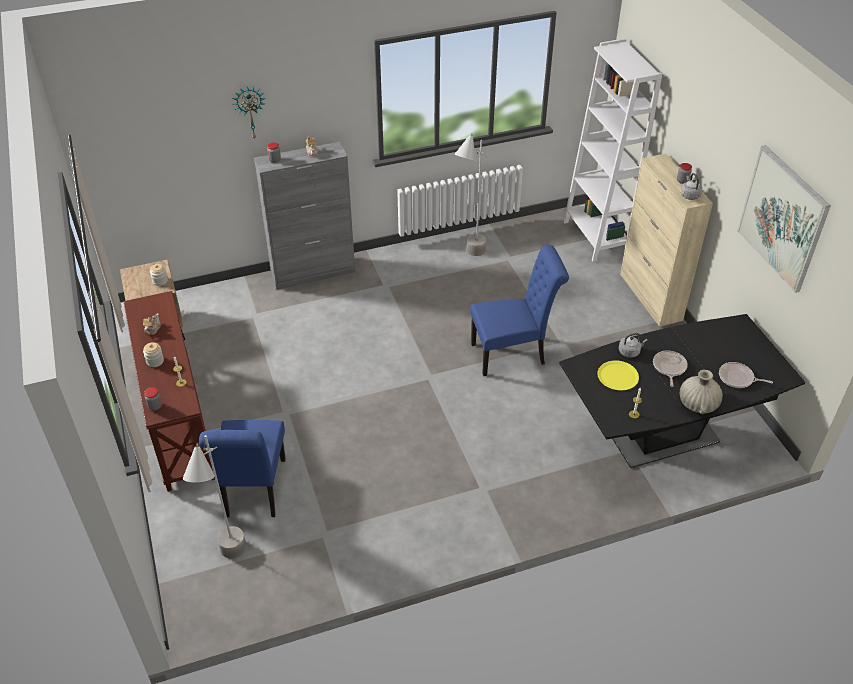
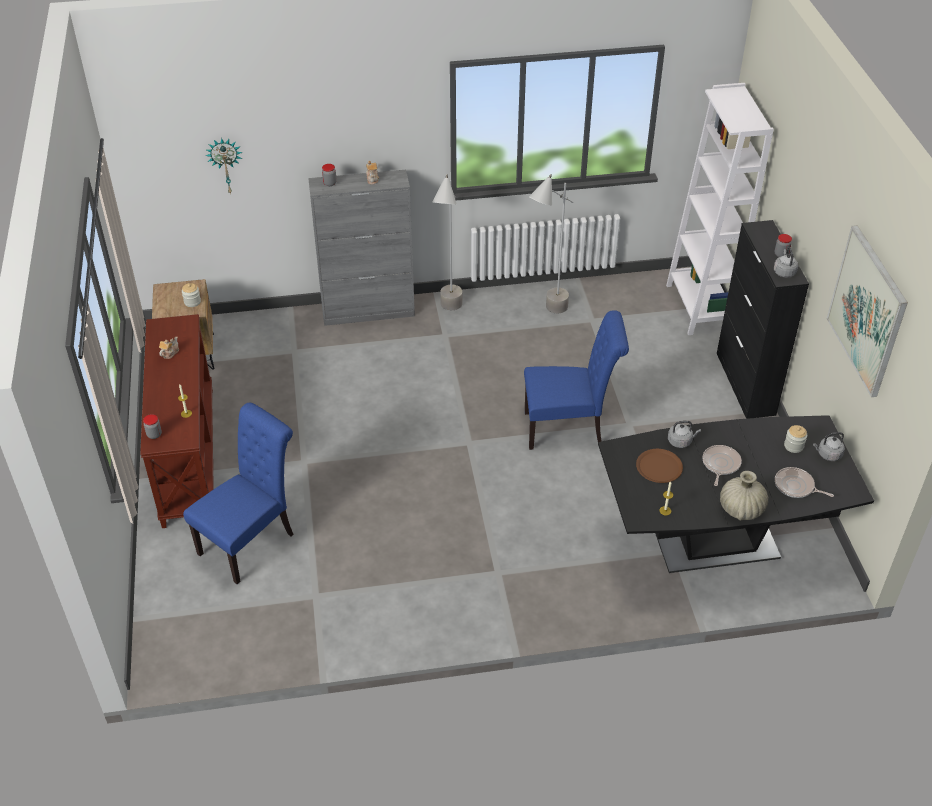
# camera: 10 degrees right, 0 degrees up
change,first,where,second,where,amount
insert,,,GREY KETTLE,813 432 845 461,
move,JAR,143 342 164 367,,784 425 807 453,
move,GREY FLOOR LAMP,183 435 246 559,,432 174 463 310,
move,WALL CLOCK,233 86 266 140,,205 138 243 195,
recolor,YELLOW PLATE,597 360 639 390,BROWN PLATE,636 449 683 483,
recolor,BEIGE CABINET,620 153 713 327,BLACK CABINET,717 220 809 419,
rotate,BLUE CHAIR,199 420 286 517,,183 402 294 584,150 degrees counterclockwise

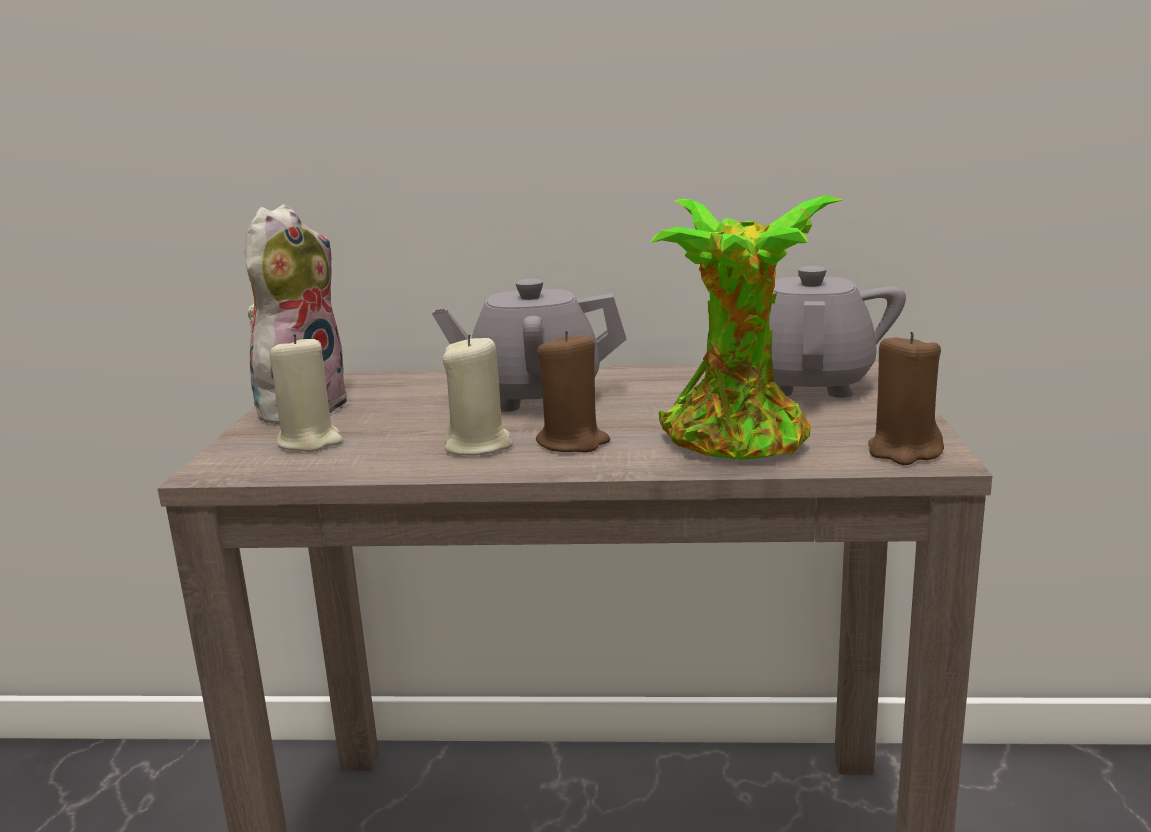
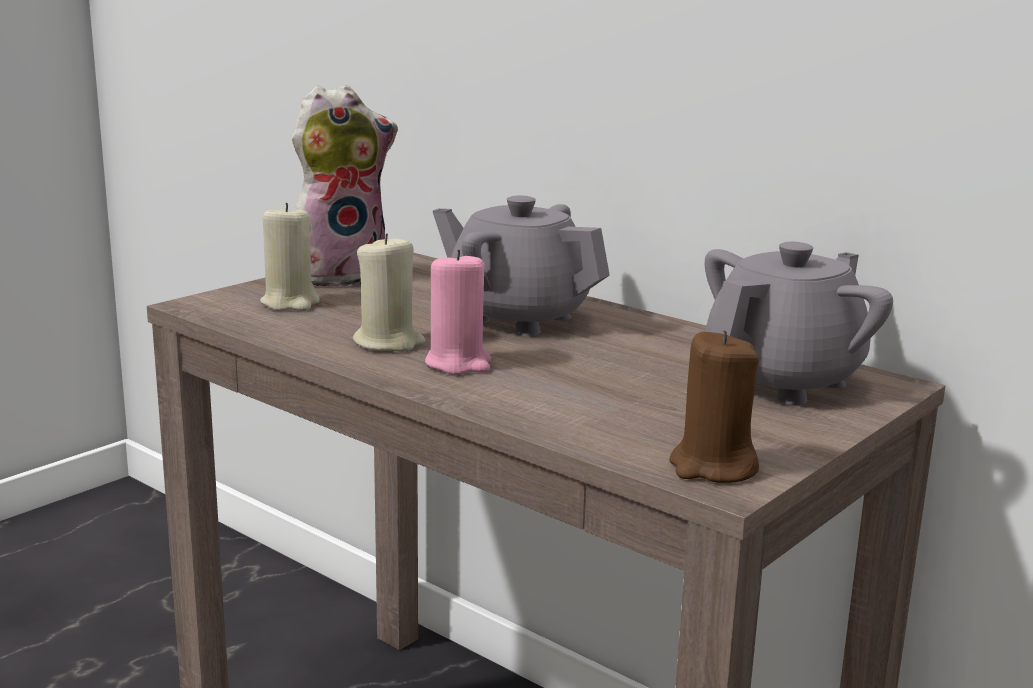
# camera: 35 degrees right, 0 degrees up
change,first,where,second,where,amount
delete,POTTED PLANT,650 195 843 460,,,
recolor,BROWN CANDLE,536 331 610 452,PINK CANDLE,425 249 491 375,

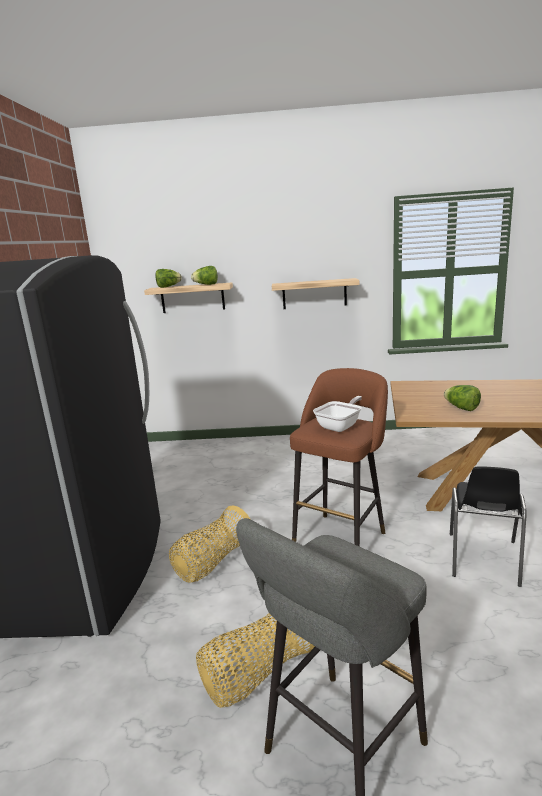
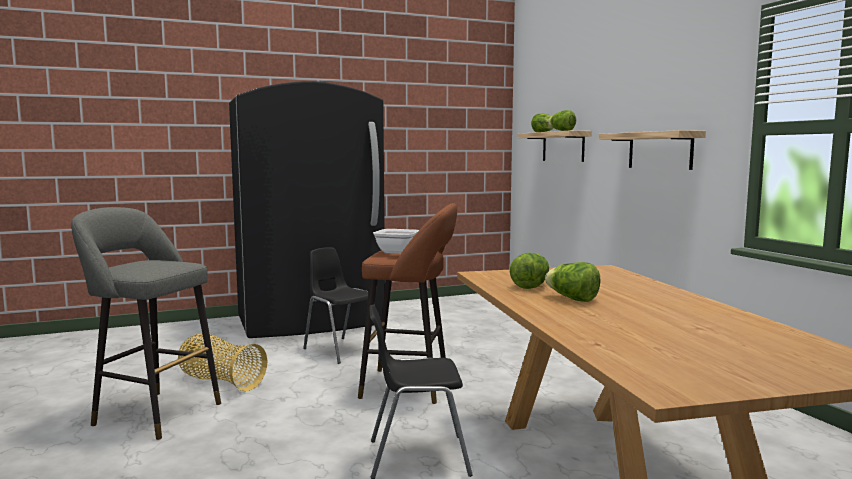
# camera: 65 degrees right, 10 degrees down
change,first,where,second,where,amount
insert,,,LETTUCE,545 262 601 302,
replace,BASKET,169 505 250 583,BLACK CHAIR,303 247 378 364,

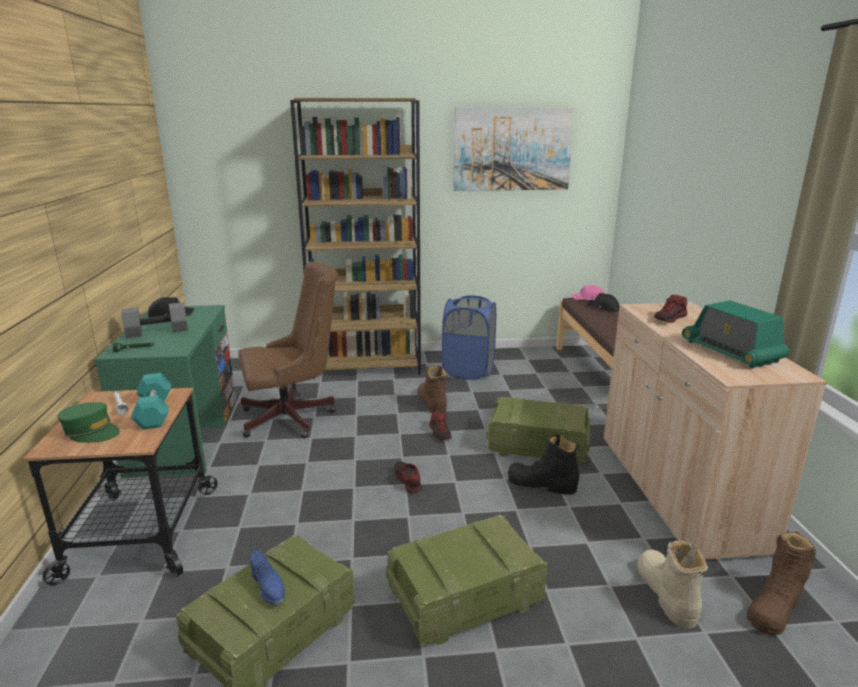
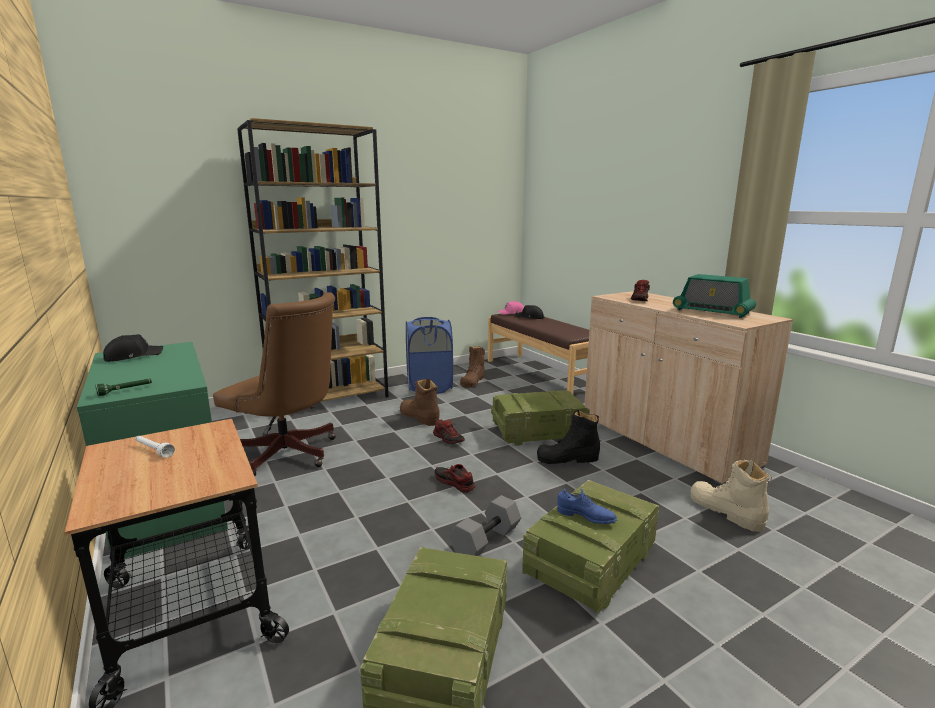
# camera: 25 degrees left, 5 degrees down
change,first,where,second,where,amount
delete,GREEN CAP,58 402 120 443,,,
delete,TURQUOISE DUMBBELL,131 373 171 430,,,
delete,PICTURE,453 107 575 191,,,
move,GREY DUMBBELL,122 302 188 338,,450 495 521 556,
move,BLUE SHOE,250 549 285 605,,557 488 618 524,
move,BROWN BOOT,747 531 816 635,,460 346 485 387,
rotate,BROWN OFFICE CHAIR,238 262 338 439,,213 292 336 476,75 degrees clockwise

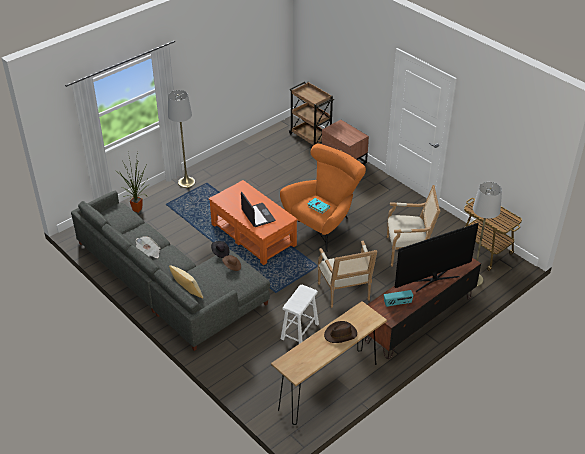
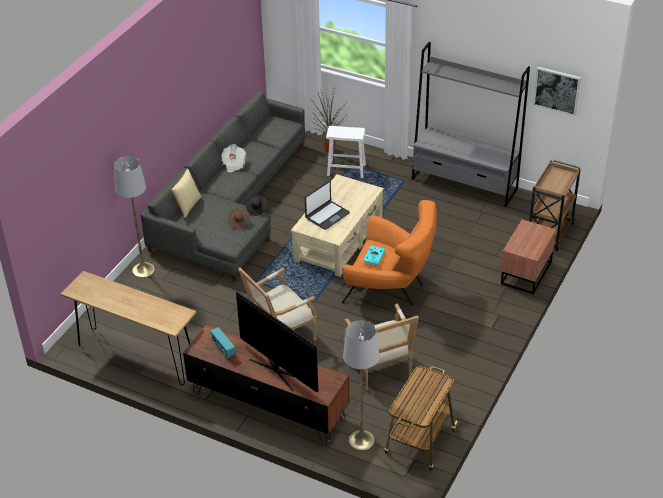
# camera: 70 degrees right, 0 degrees up
change,first,where,second,where,amount
delete,BROWN HAT,324 321 357 343,,,
insert,,,GREY BOOKCASE,412 42 530 207,
insert,,,PICTURE,533 67 581 116,
move,GREY FLOOR LAMP,168 90 195 188,,114 156 155 278,
move,WHITE STOOL,281 285 319 344,,326 126 366 178,
recolor,ORANGE COFFEE TABLE,209 180 298 265,BEIGE COFFEE TABLE,291 174 384 277,

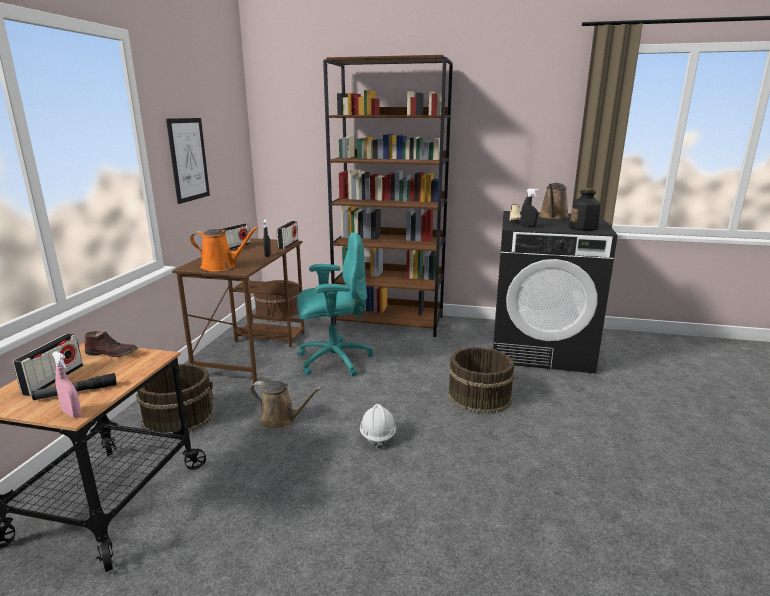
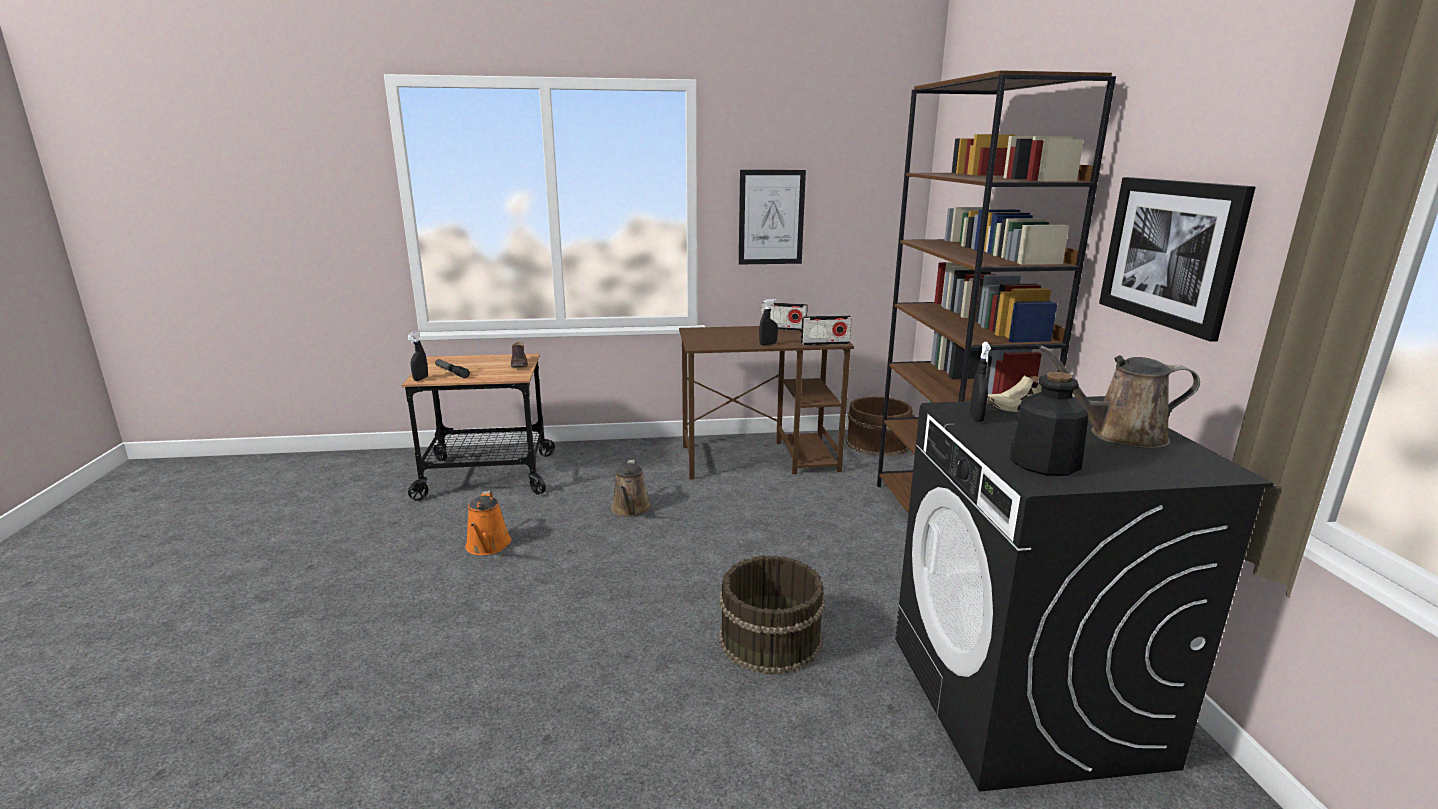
# camera: 70 degrees right, 0 degrees up
change,first,where,second,where,amount
delete,RADIO,13 334 83 396,,,
delete,BROWN BUCKET,136 364 215 433,,,
delete,TURQUOISE OFFICE CHAIR,297 232 373 376,,,
delete,WHITE HARD HAT,360 404 396 449,,,
insert,,,PICTURE,1099 177 1256 342,
move,ORANGE WATERING CAN,190 227 259 271,,465 490 511 555,
recolor,PINK SPRAY BOTTLE,52 351 81 417,BLACK SPRAY BOTTLE,409 331 428 381,

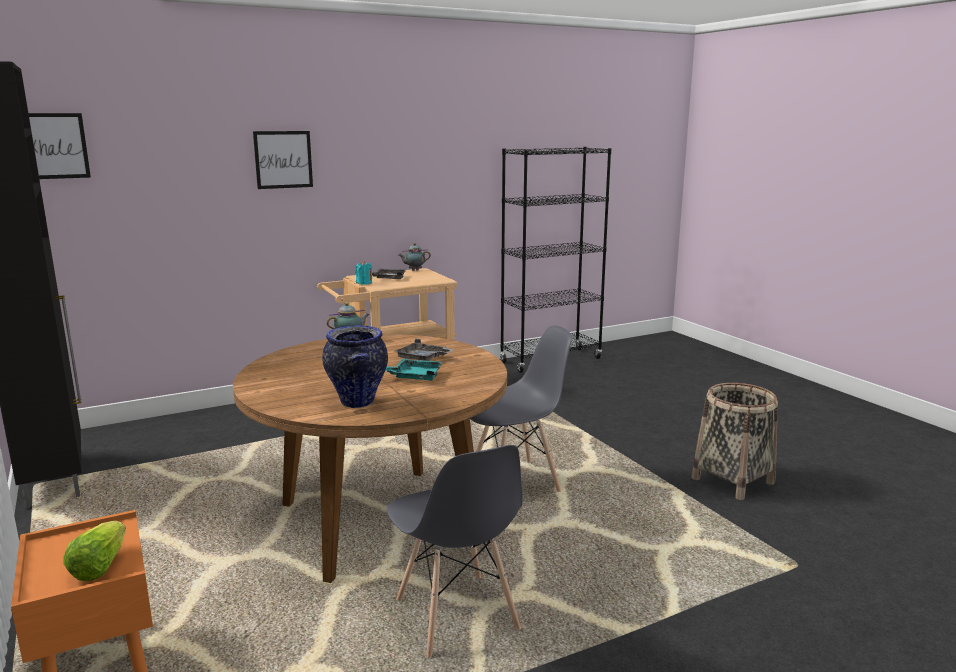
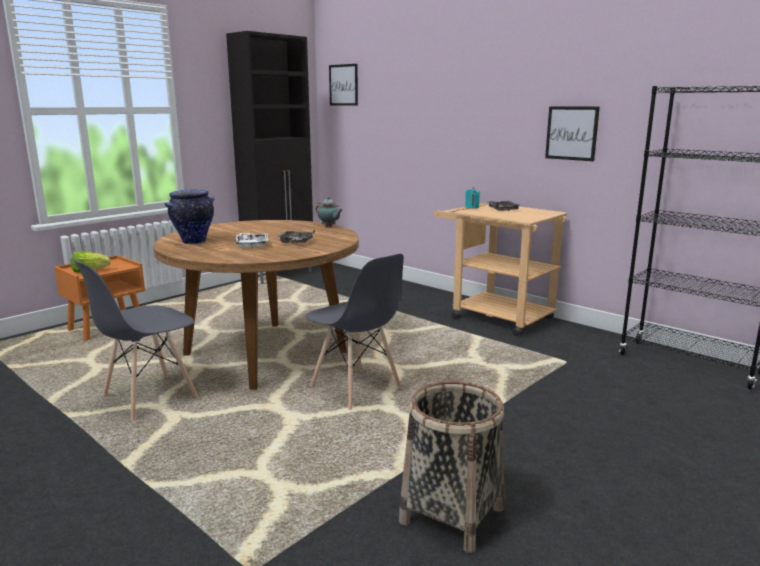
# camera: 70 degrees right, 0 degrees up
change,first,where,second,where,amount
delete,TEAPOT,398 243 431 271,,,
move,PICTURE,253 131 313 189,,545 106 600 161,
recolor,TURQUOISE TRAY,385 359 443 381,WHITE TRAY,235 233 268 248,

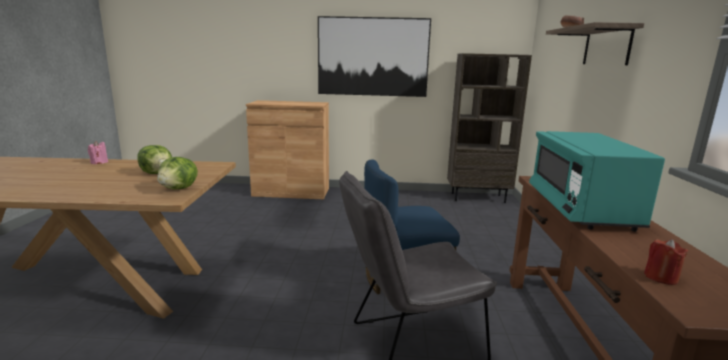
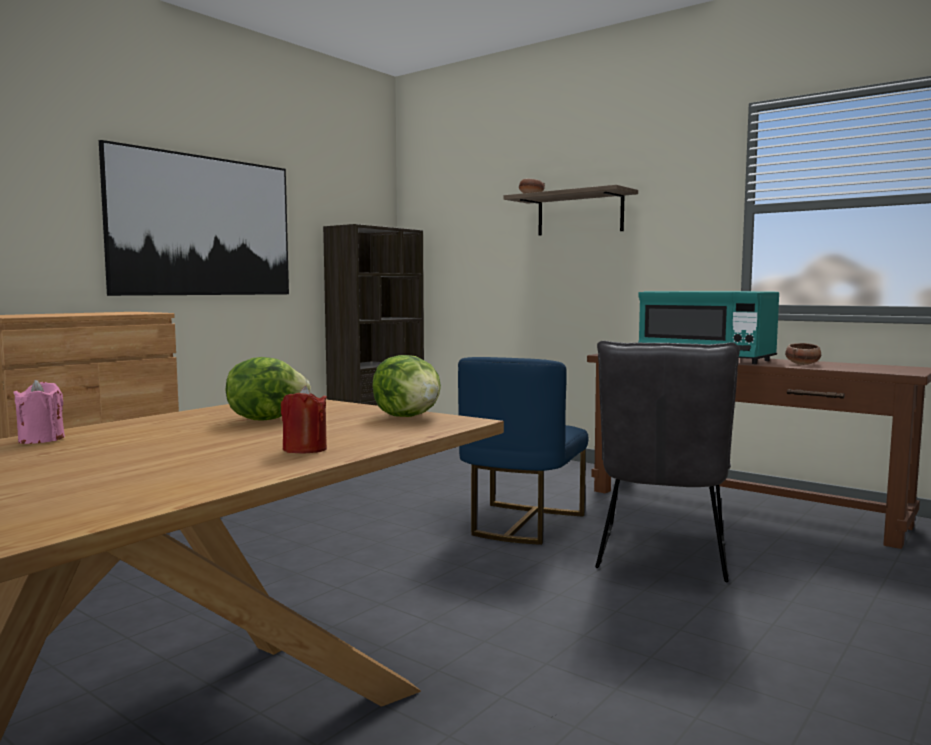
# camera: 55 degrees left, 10 degrees down
change,first,where,second,where,amount
insert,,,BOWL,785 343 821 365,
move,RED CANDLE,644 239 688 285,,281 386 327 454,

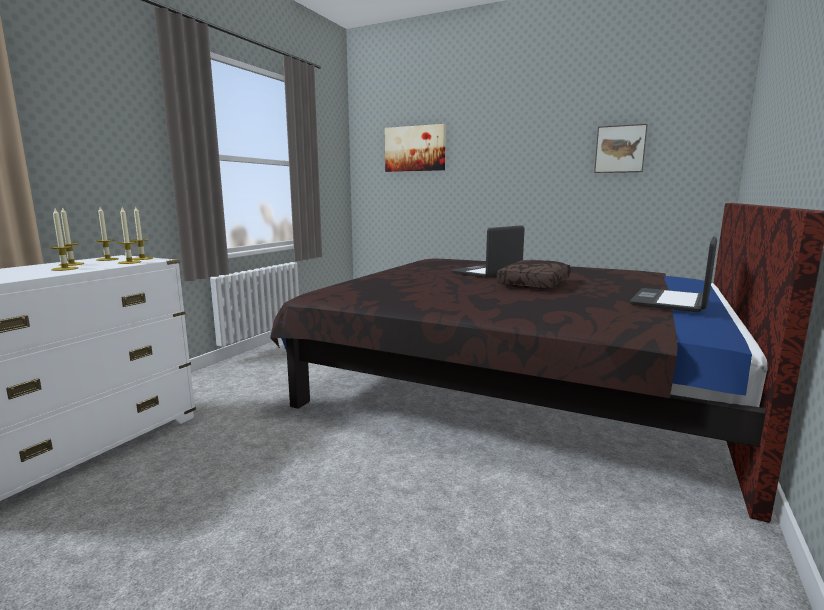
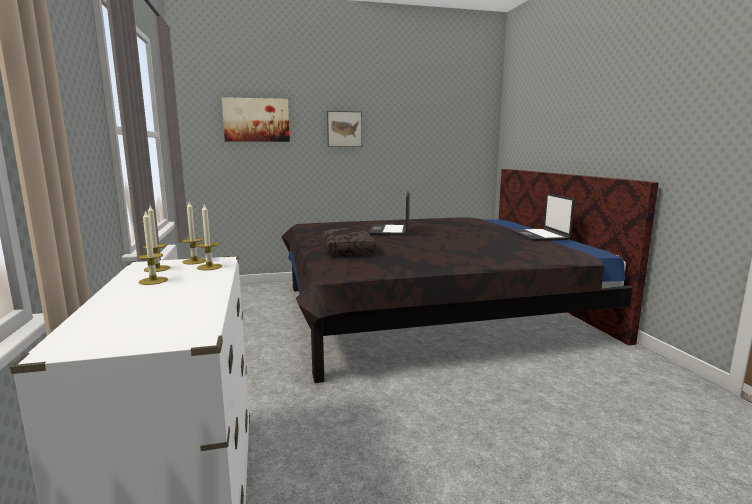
# camera: 40 degrees left, 0 degrees up
change,first,where,second,where,amount
delete,CANDLE,50 209 78 271,,,
move,BROWN PILLOW,497 260 571 289,,323 228 376 256,
move,PICTURE,594 124 648 173,,327 111 362 147,

